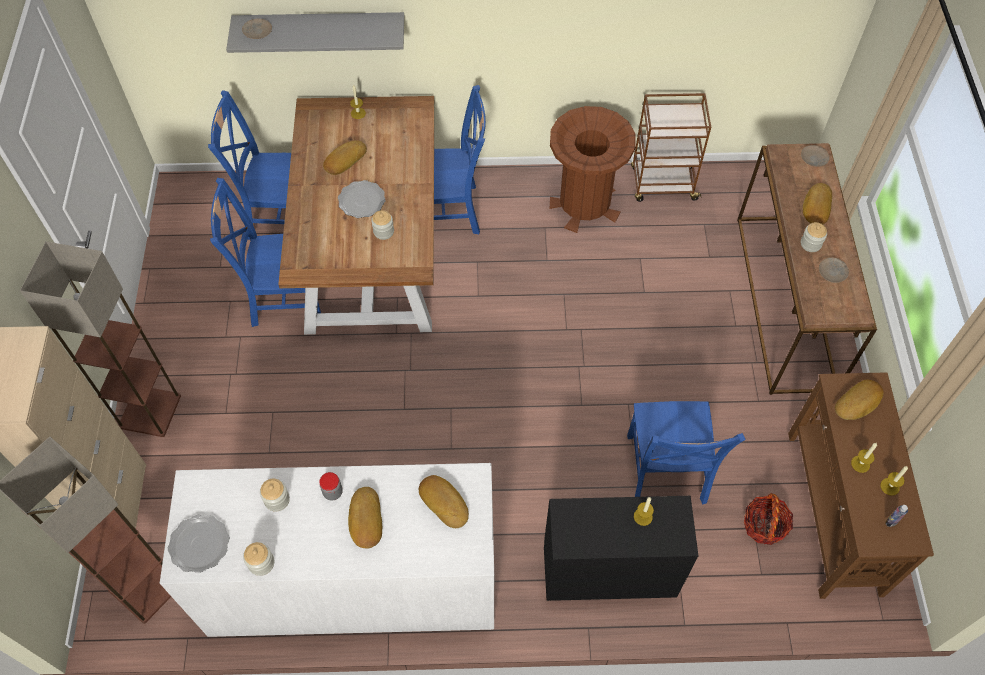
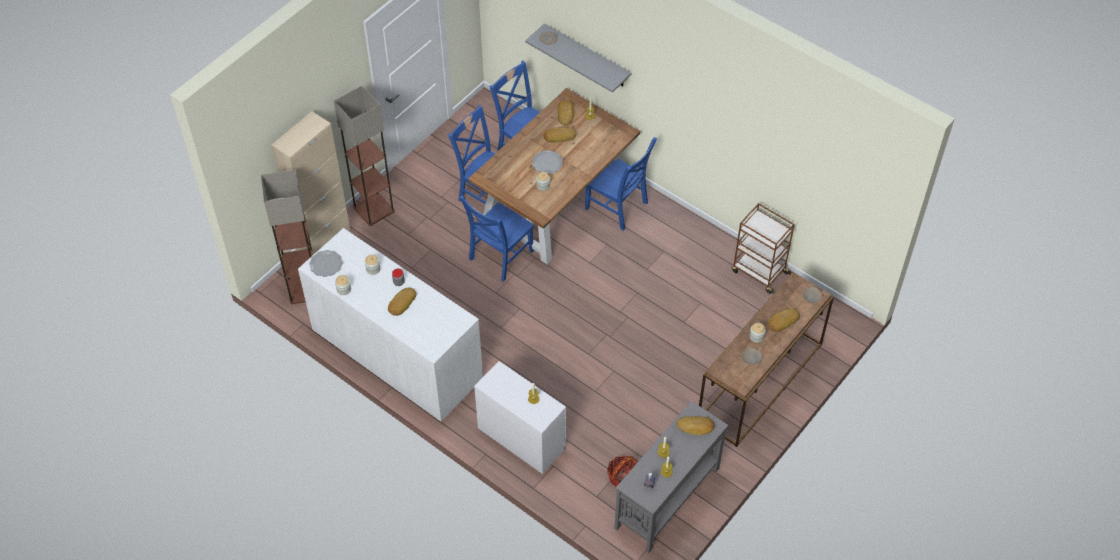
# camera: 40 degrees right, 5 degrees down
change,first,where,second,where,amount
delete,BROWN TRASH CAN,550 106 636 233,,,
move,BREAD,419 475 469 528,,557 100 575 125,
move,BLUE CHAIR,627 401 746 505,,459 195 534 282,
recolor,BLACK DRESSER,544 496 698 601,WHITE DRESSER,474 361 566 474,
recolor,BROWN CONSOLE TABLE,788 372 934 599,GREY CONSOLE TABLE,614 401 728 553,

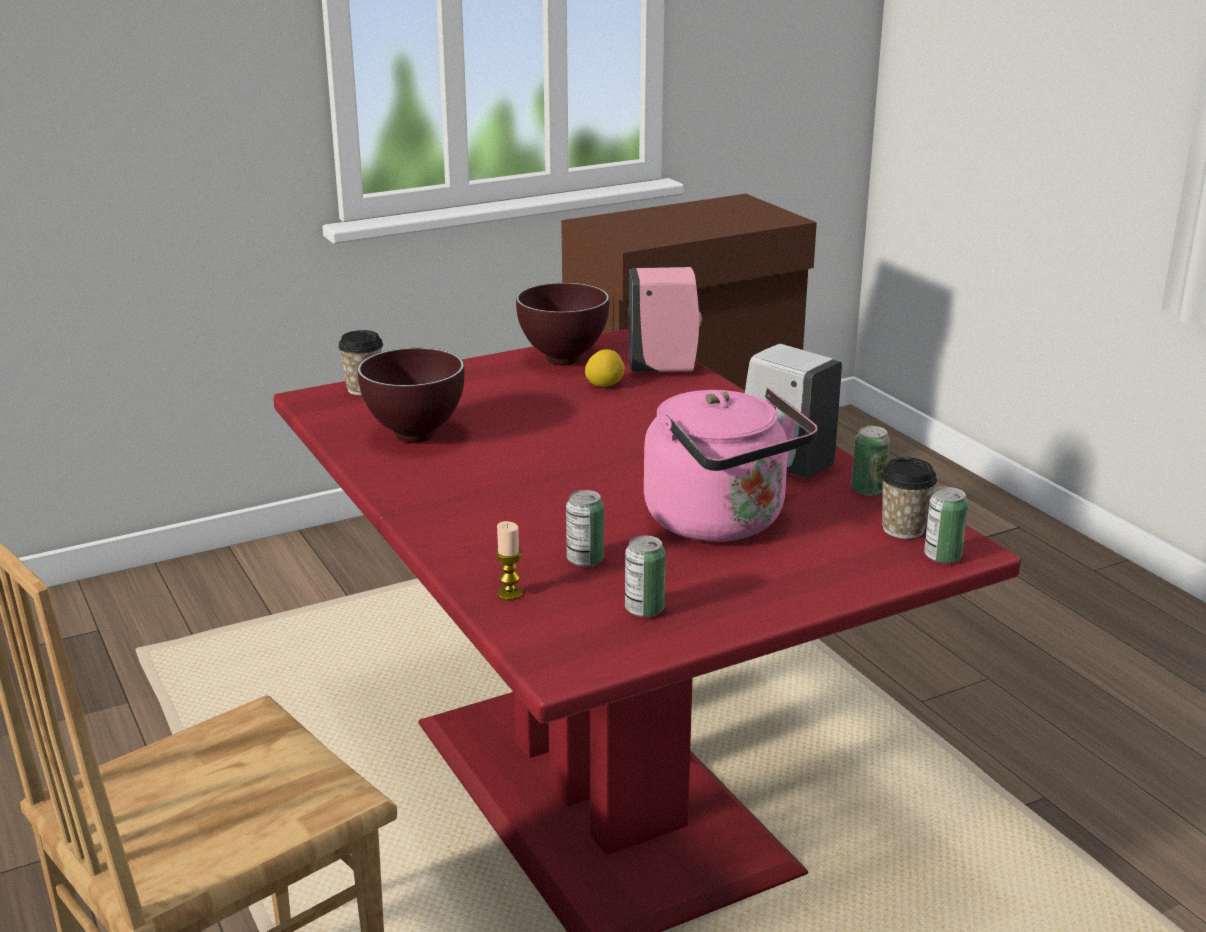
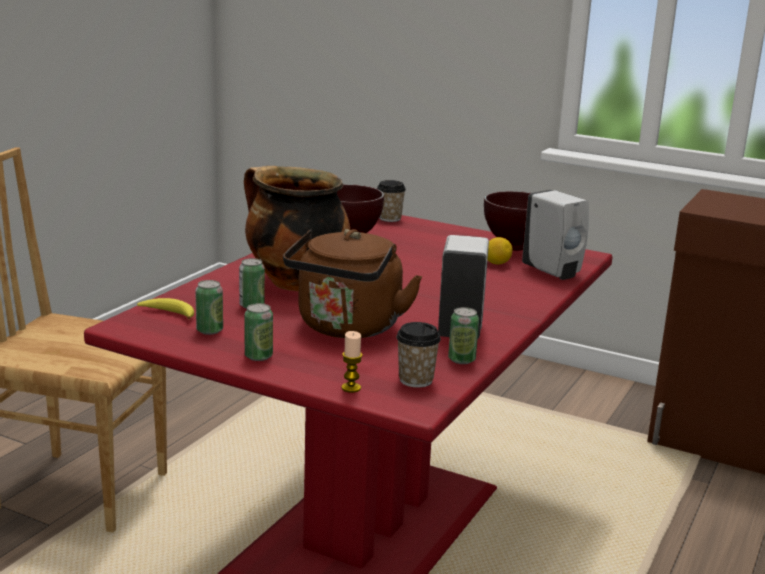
# camera: 55 degrees right, 5 degrees down
change,first,where,second,where,amount
insert,,,BANANA,137 298 194 319,
insert,,,COOKING POT,244 166 350 291,
move,CANDLE,495 521 523 601,,341 331 363 393,
move,CAN,924 487 968 564,,244 303 273 361,
recolor,PINK SOAP DISPENSER,629 267 702 373,WHITE SOAP DISPENSER,522 190 589 280,
recolor,PINK KETTLE,644 388 818 542,BROWN KETTLE,283 229 422 338,

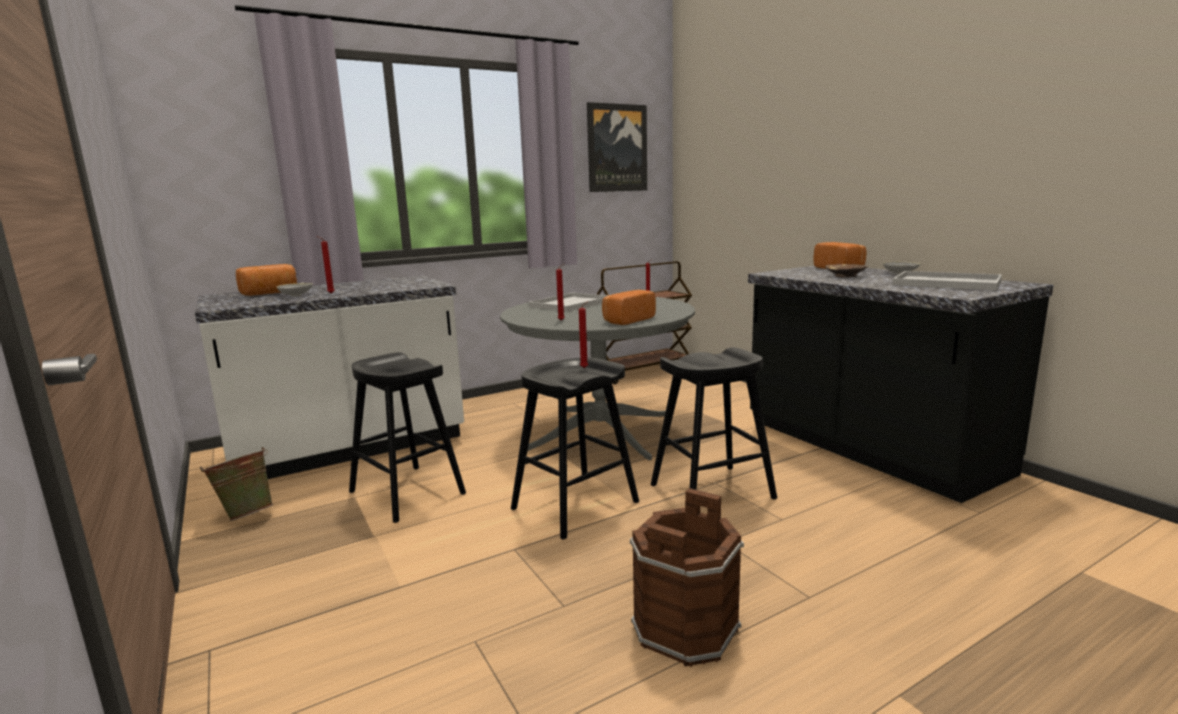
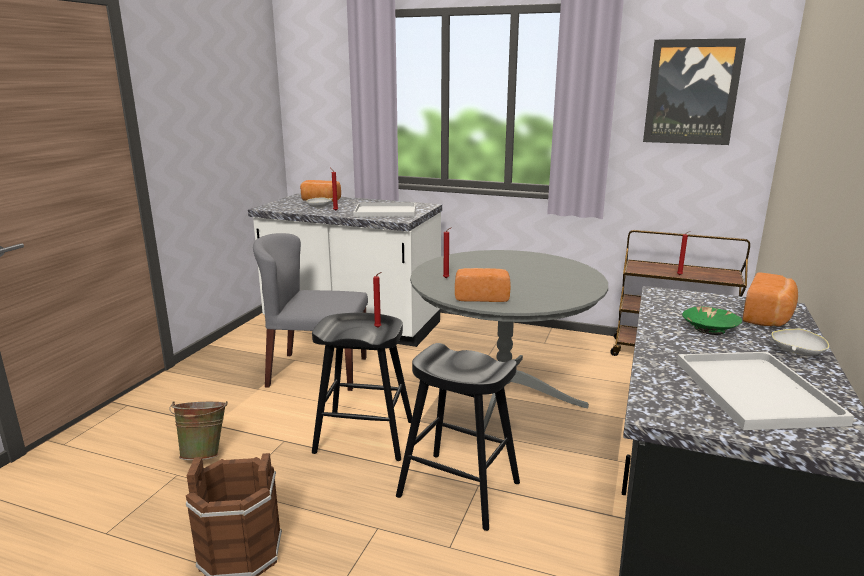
# camera: 50 degrees right, 5 degrees up
change,first,where,second,where,amount
move,GREEN BUCKET,200 447 273 521,,170 401 228 460,
move,WHITE TRAY,529 293 606 312,,353 203 416 217,
replace,BLACK STOOL,349 352 466 523,GREY CHAIR,253 233 368 391,
recolor,BROWN BOWL,825 264 868 278,GREEN BOWL,682 306 742 335,

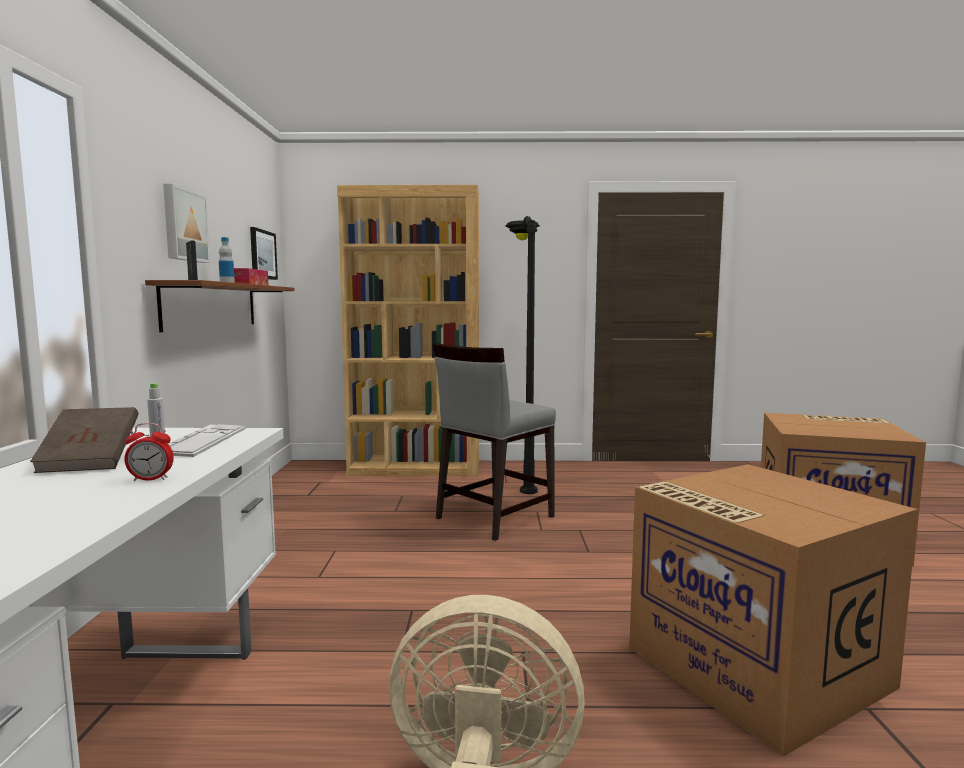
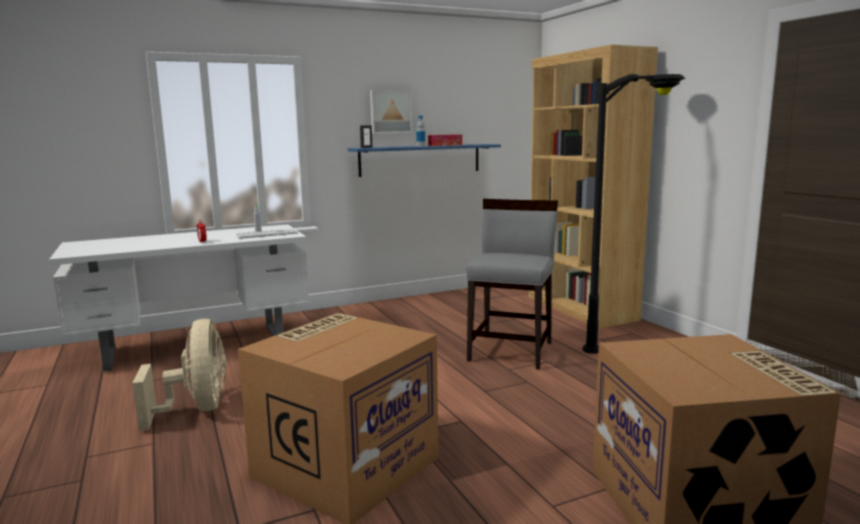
# camera: 65 degrees right, 5 degrees up
change,first,where,second,where,amount
delete,BROWN BOOK,30 407 138 473,,,
delete,PICTURE,250 227 278 280,,,
recolor,BROWN SHELF,145 280 295 332,BLUE SHELF,347 144 501 177,
rotate,GREY CHAIR,433 343 556 541,,466 199 558 370,90 degrees clockwise

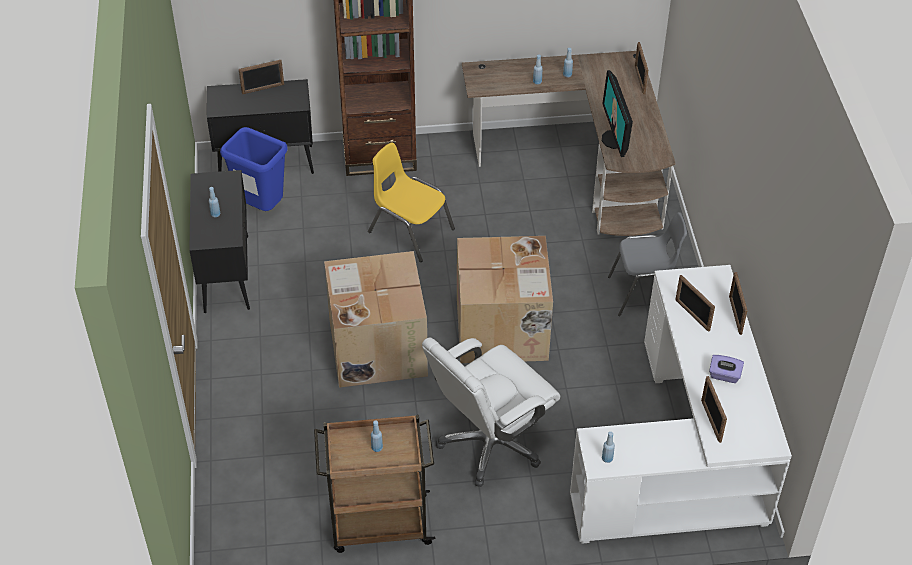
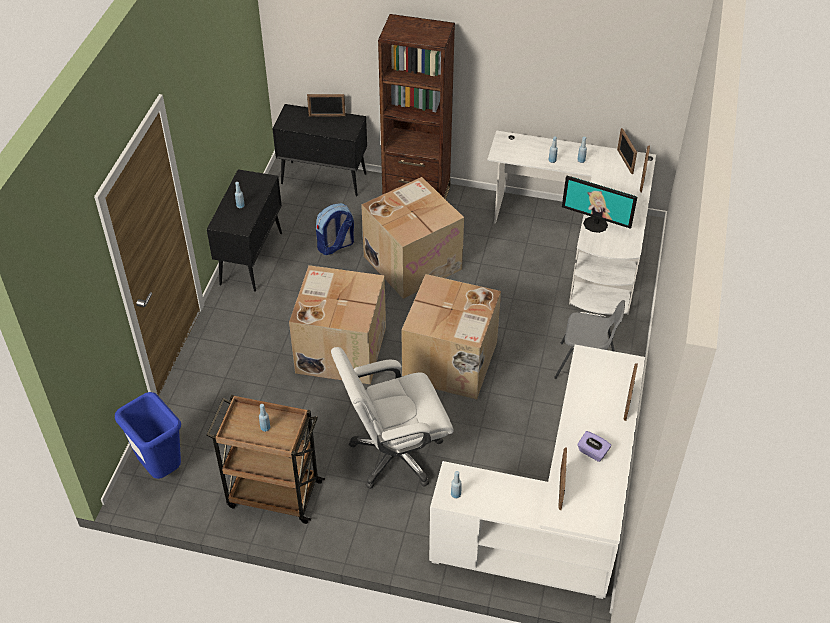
# camera: 20 degrees right, 0 degrees up
change,first,where,second,where,amount
insert,,,BACKPACK,316 203 354 255,
move,BLUE TRASH CAN,220 127 287 211,,115 392 181 479,
move,PICTURE FRAME,675 275 715 332,,617 128 637 174,
replace,YELLOW CHAIR,368 142 455 262,CARDBOARD BOX,361 177 464 299,
recolor,BROWN DESK,462 51 676 236,WHITE DESK,487 131 656 315,
rotate,MONITOR,602 70 633 157,,562 176 637 233,75 degrees counterclockwise

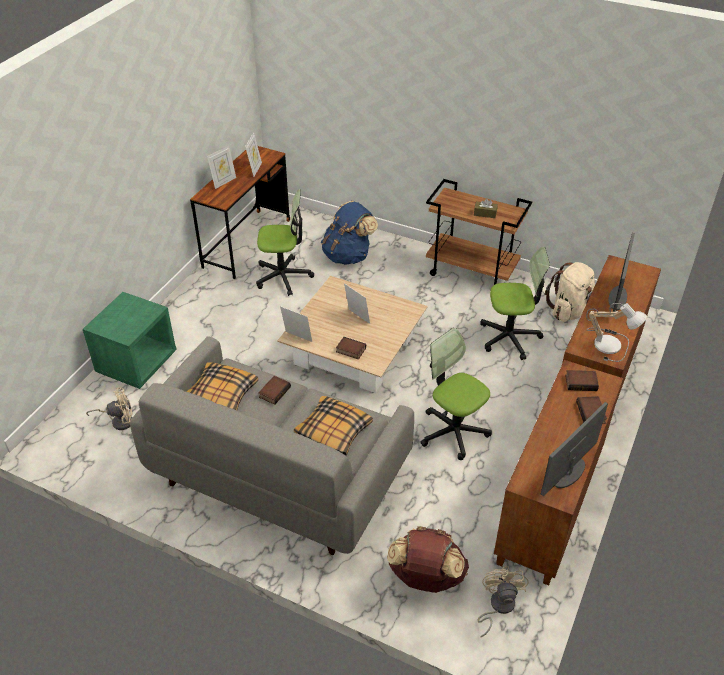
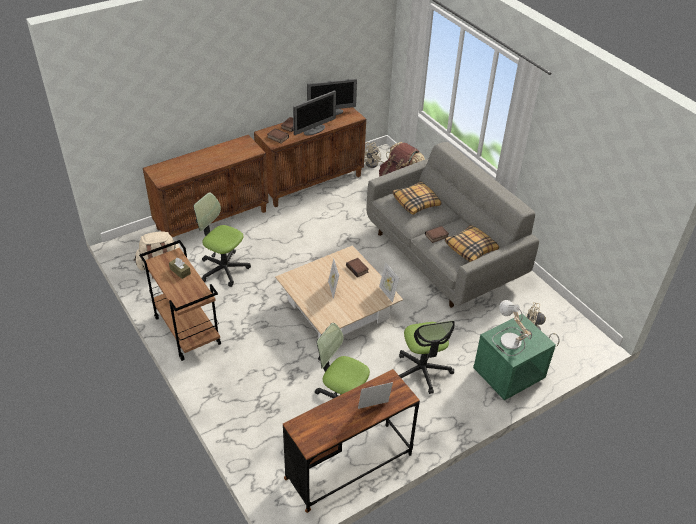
# camera: 150 degrees left, 0 degrees up
change,first,where,second,where,amount
delete,PICTURE FRAME,245 133 262 177,,,
delete,BLUE BACKPACK,321 201 378 265,,,
move,OFFICE CHAIR,420 328 492 460,,399 321 455 394,
move,TABLE LAMP,586 303 647 362,,492 300 532 356,
move,MONITOR,608 233 635 315,,293 90 336 135,

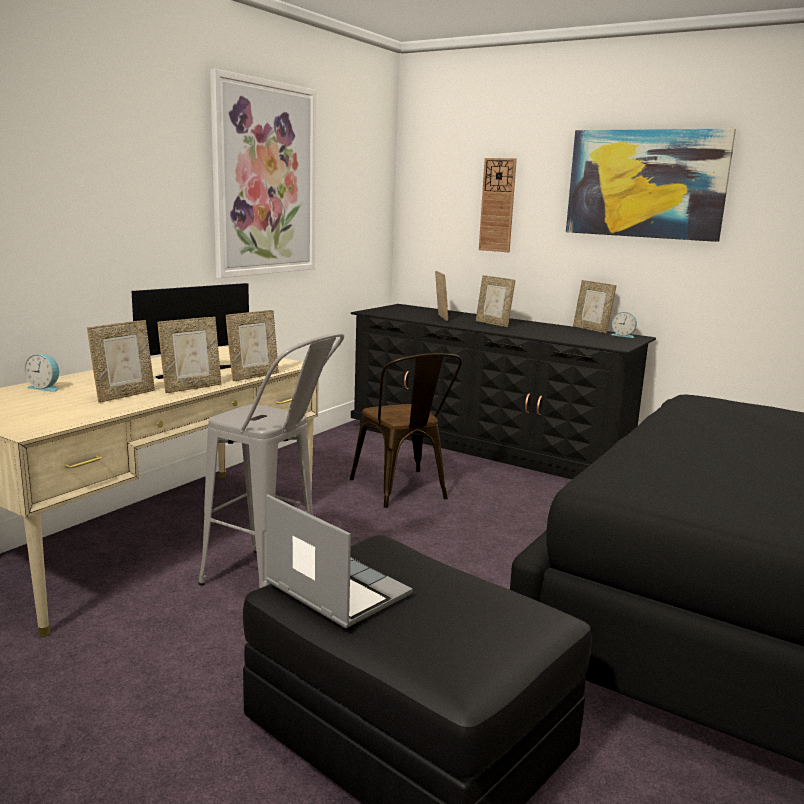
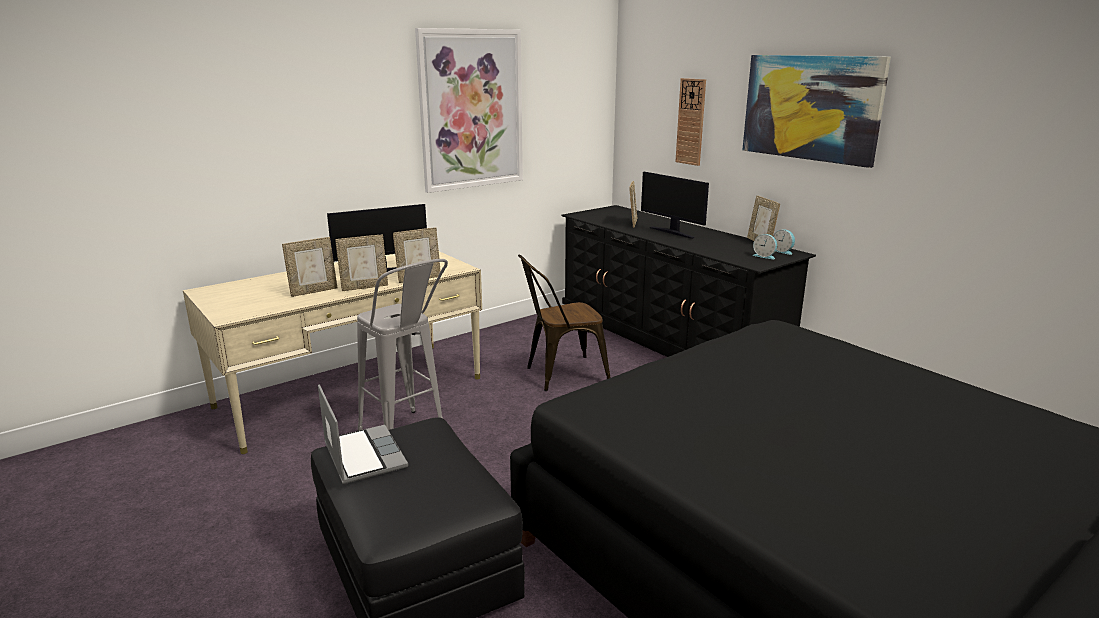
# camera: 20 degrees right, 5 degrees up
change,first,where,second,where,amount
move,ALARM CLOCK,25 354 59 392,,752 234 777 260,
replace,PICTURE FRAME,476 275 515 327,MONITOR,641 172 709 239,
rotate,BROWN CHAIR,349 353 462 508,,518 255 611 391,75 degrees clockwise

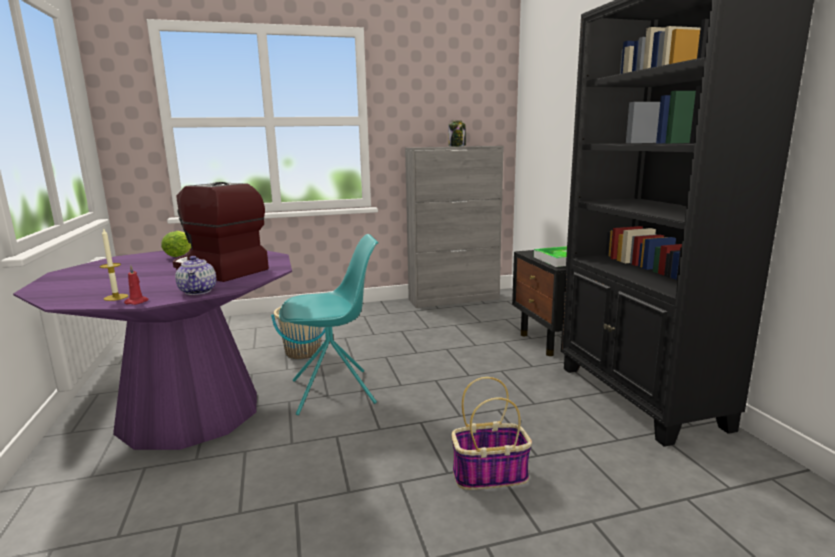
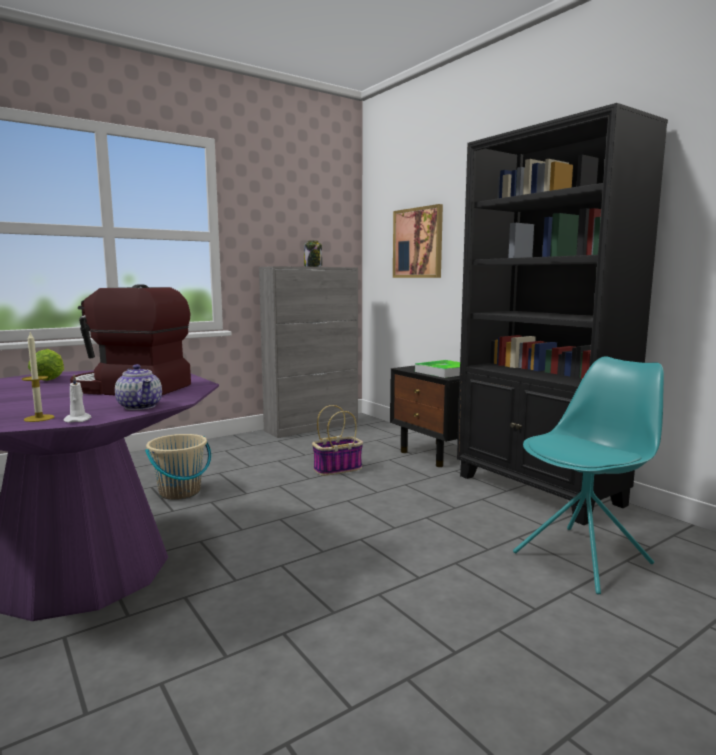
# camera: 20 degrees left, 5 degrees down
change,first,where,second,where,amount
insert,,,PICTURE,393 204 443 278,
move,TURQUOISE CHAIR,279 234 379 415,,513 356 664 594,
move,BASKET,451 377 532 490,,312 405 363 476,
recolor,RED CANDLE,124 265 149 305,WHITE CANDLE,64 374 91 423,

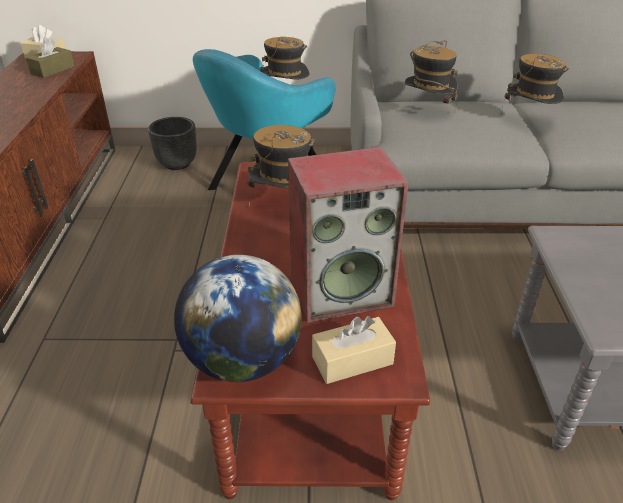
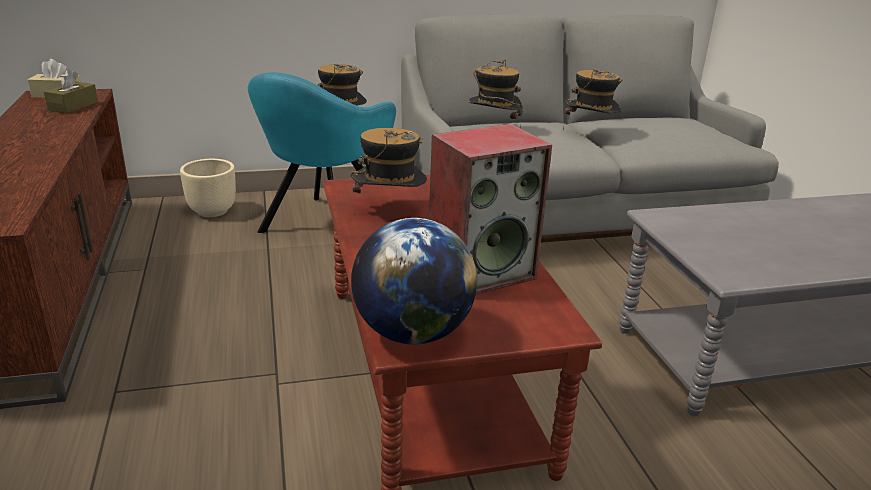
# camera: 15 degrees left, 10 degrees down
change,first,where,second,where,amount
delete,BEIGE TISSUE BOX,312 316 396 384,,,
recolor,BLACK PLANTER,148 117 197 170,BEIGE PLANTER,180 159 236 217,

